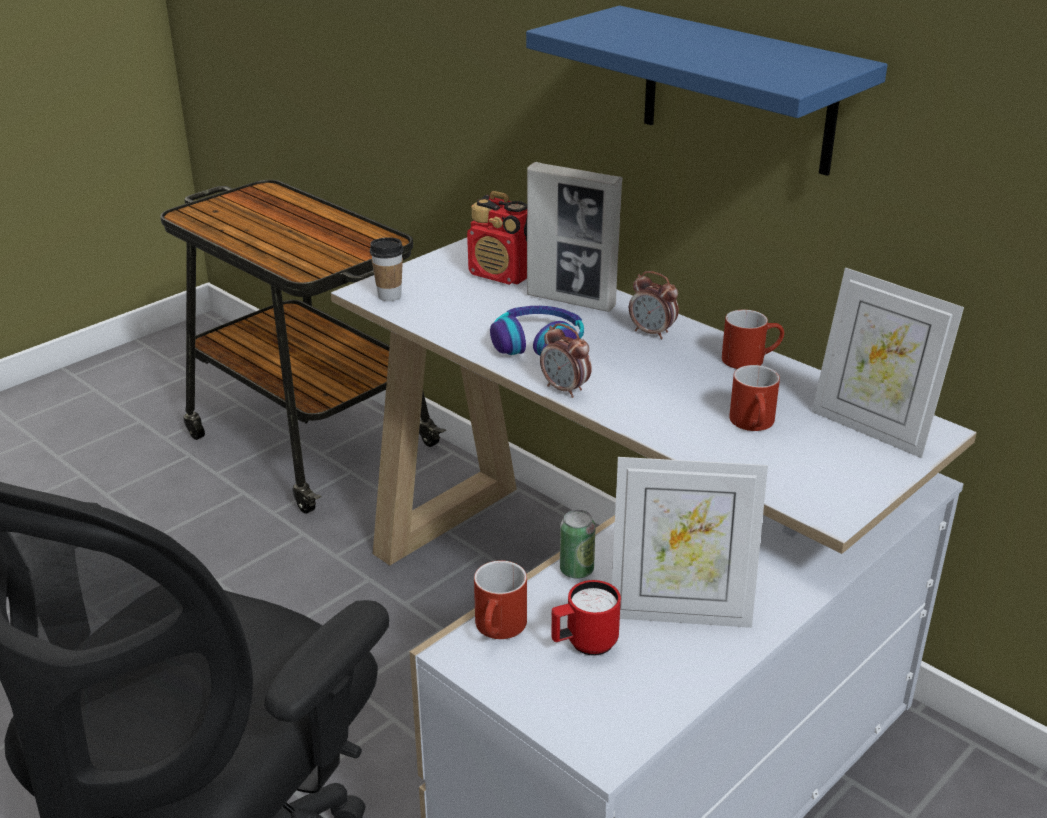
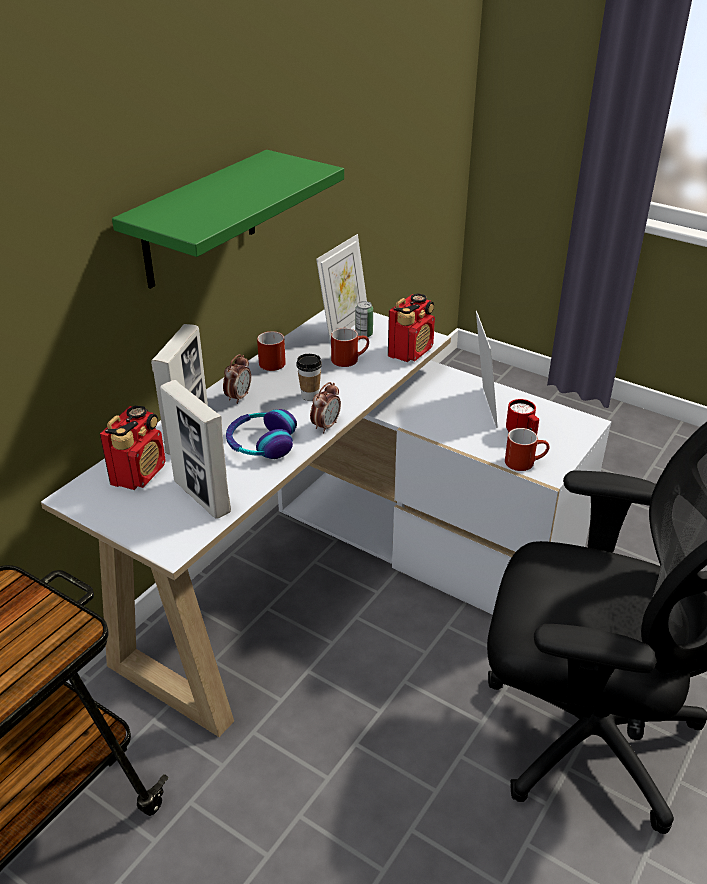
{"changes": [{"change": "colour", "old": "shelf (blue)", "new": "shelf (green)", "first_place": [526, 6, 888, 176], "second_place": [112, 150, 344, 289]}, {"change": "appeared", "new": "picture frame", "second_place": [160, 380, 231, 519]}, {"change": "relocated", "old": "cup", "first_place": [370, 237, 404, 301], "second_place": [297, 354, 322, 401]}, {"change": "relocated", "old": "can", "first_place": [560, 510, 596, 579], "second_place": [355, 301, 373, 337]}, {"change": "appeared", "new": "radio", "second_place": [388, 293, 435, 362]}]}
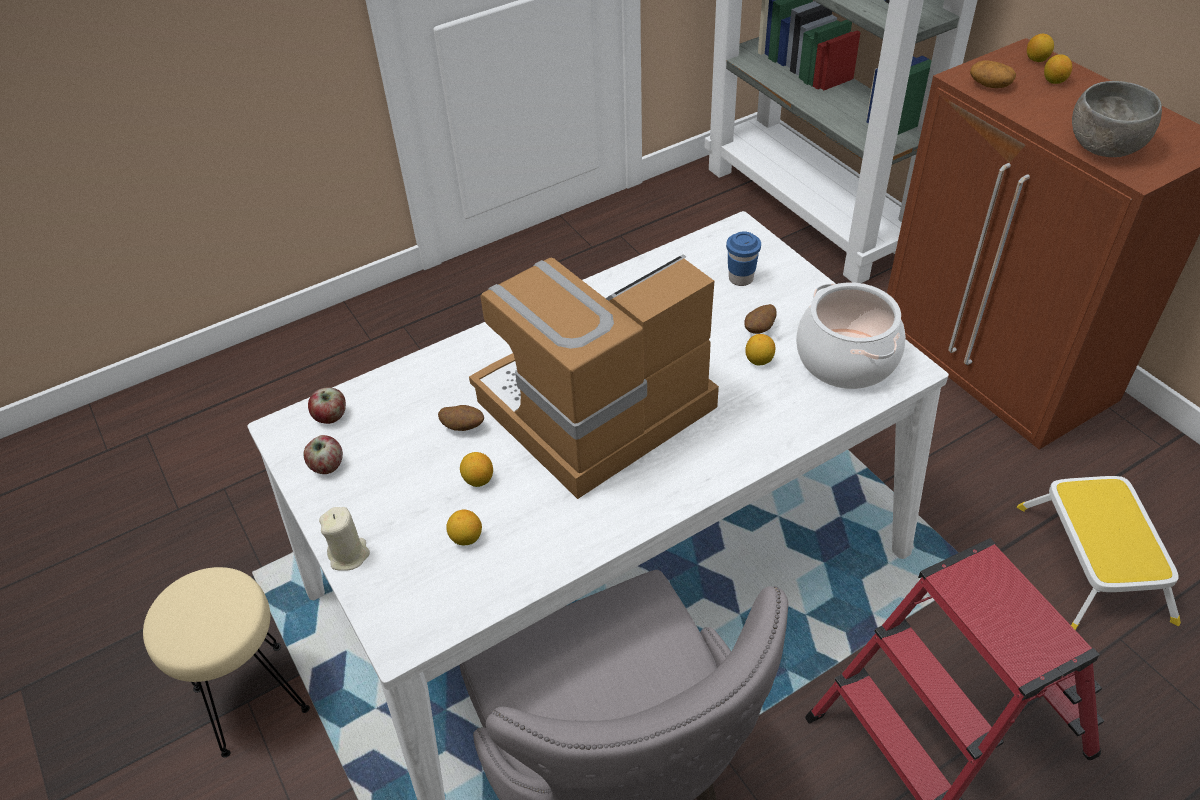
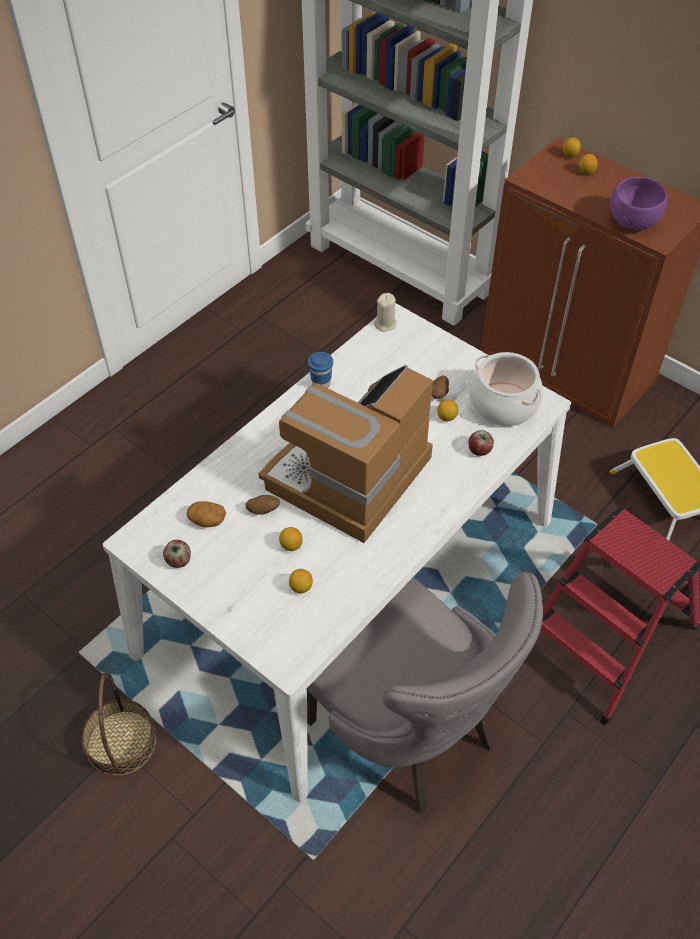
{"changes": [{"change": "exchanged", "old": "stool (beige)", "new": "basket", "first_place": [143, 567, 310, 758], "second_place": [81, 672, 157, 776]}, {"change": "relocated", "old": "potato", "first_place": [970, 60, 1016, 88], "second_place": [186, 501, 226, 527]}, {"change": "relocated", "old": "cup (blue)", "first_place": [726, 231, 761, 286], "second_place": [308, 352, 333, 388]}, {"change": "relocated", "old": "candle (beige)", "first_place": [319, 507, 370, 571], "second_place": [374, 293, 397, 332]}, {"change": "relocated", "old": "apple", "first_place": [308, 387, 346, 424], "second_place": [468, 430, 494, 456]}, {"change": "colour", "old": "bowl (grey)", "new": "bowl (purple)", "first_place": [1072, 81, 1162, 157], "second_place": [610, 177, 667, 230]}]}
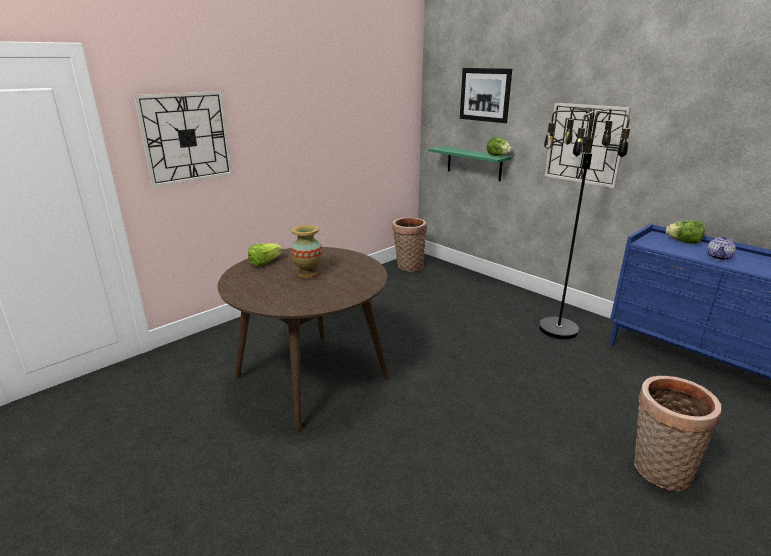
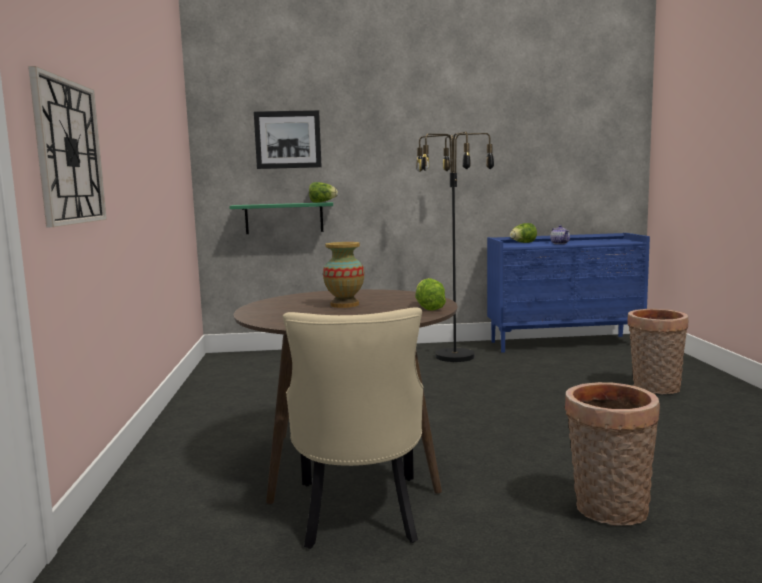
{"changes": [{"change": "appeared", "new": "chair (beige)", "second_place": [283, 307, 424, 549]}, {"change": "relocated", "old": "lettuce", "first_place": [248, 243, 283, 266], "second_place": [415, 278, 446, 311]}, {"change": "relocated", "old": "basket", "first_place": [392, 217, 427, 272], "second_place": [565, 382, 660, 526]}, {"change": "missing", "old": "wall clock", "first_place": [545, 103, 631, 188]}]}
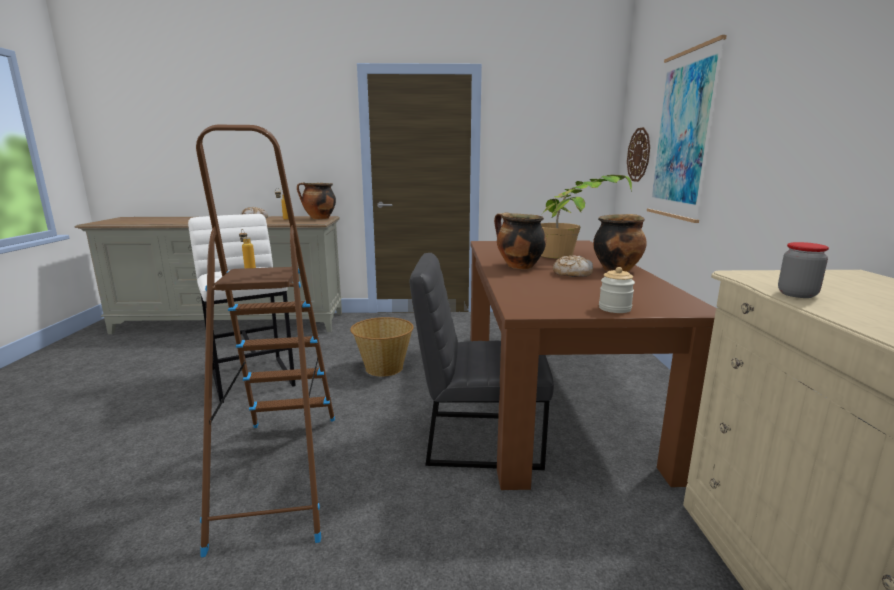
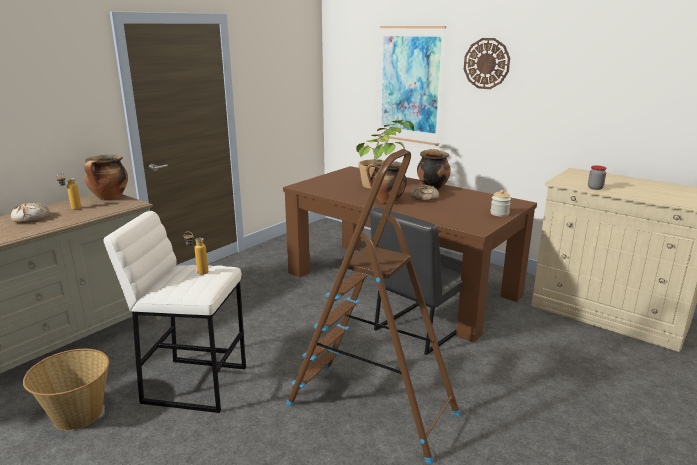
{"changes": [{"change": "relocated", "old": "basket", "first_place": [350, 317, 414, 377], "second_place": [23, 349, 109, 431]}, {"change": "relocated", "old": "wall clock", "first_place": [627, 127, 650, 182], "second_place": [464, 38, 510, 89]}]}
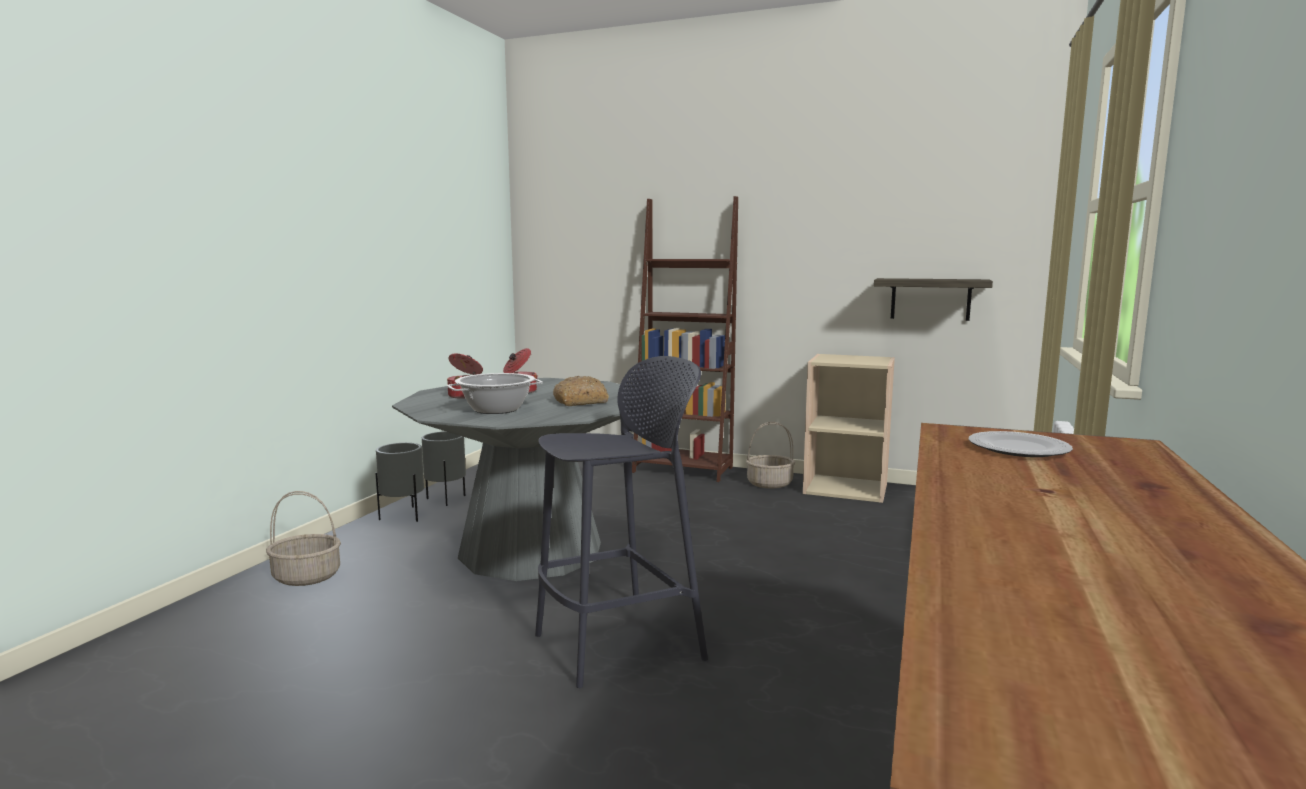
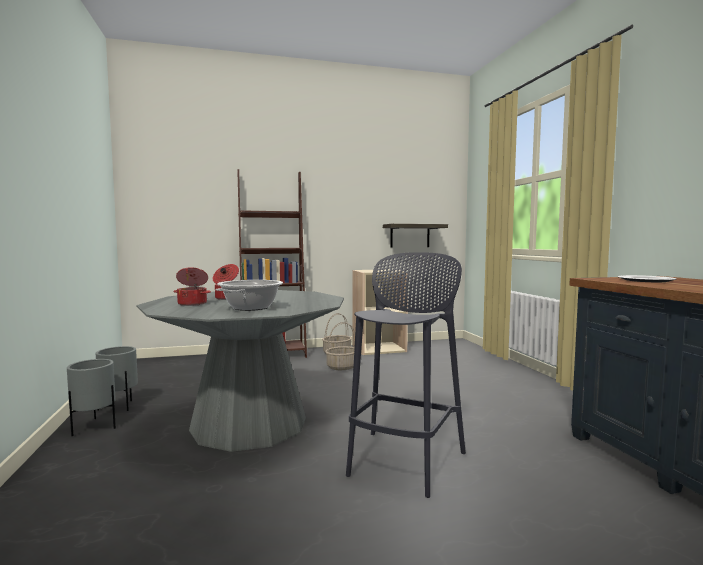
{"changes": [{"change": "relocated", "old": "basket", "first_place": [266, 491, 341, 586], "second_place": [325, 322, 355, 370]}, {"change": "missing", "old": "bread", "first_place": [553, 376, 609, 406]}]}
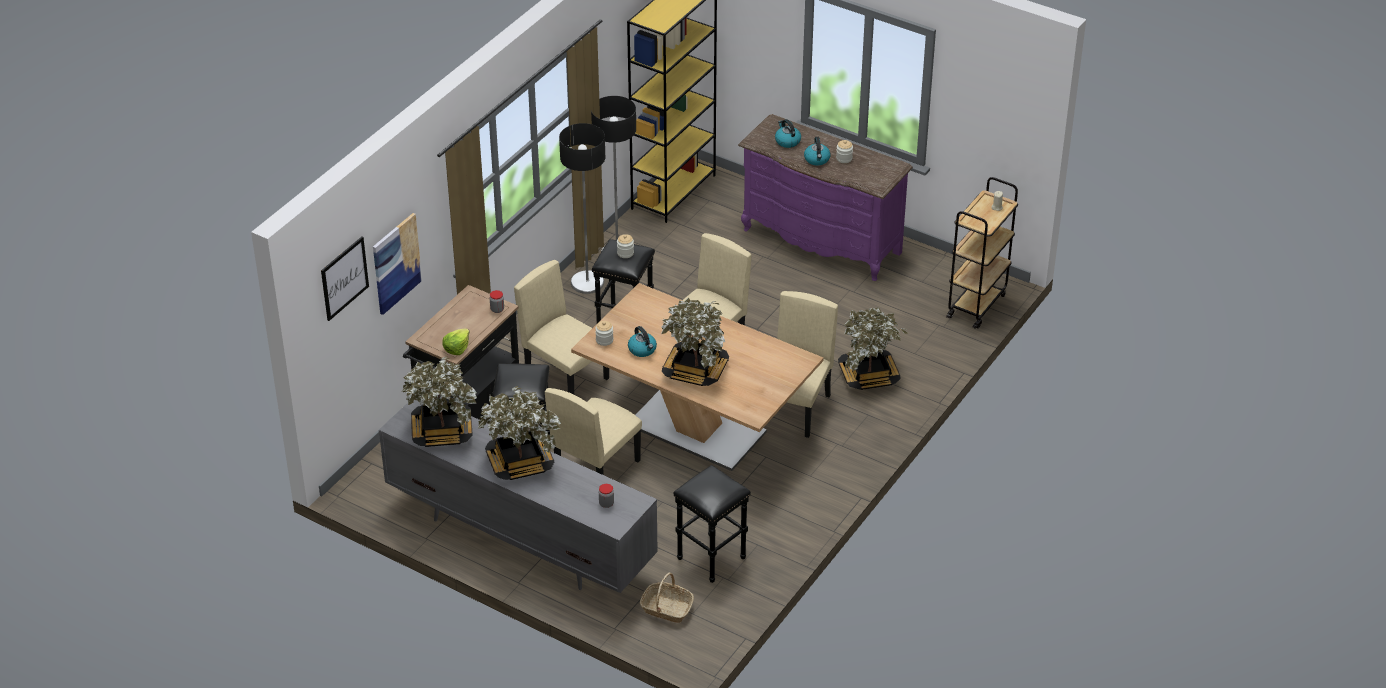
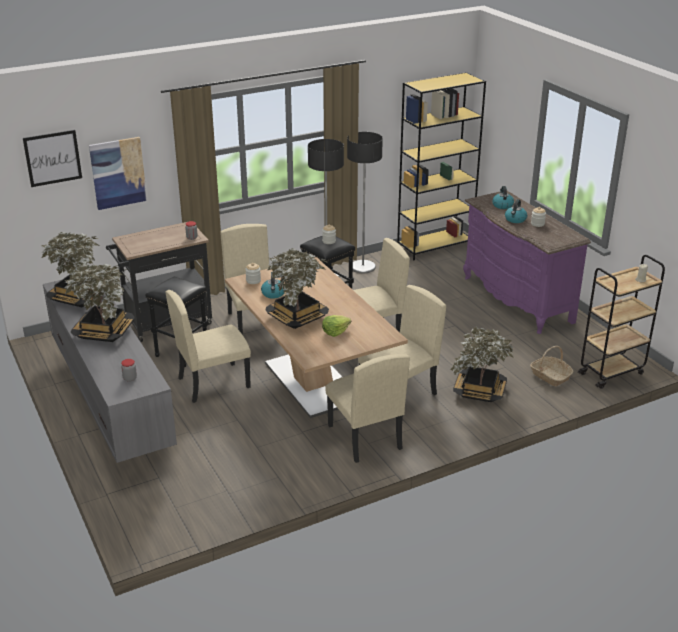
{"changes": [{"change": "relocated", "old": "lettuce", "first_place": [442, 328, 470, 355], "second_place": [322, 315, 351, 337]}, {"change": "appeared", "new": "chair (beige)", "second_place": [325, 354, 410, 463]}, {"change": "relocated", "old": "basket", "first_place": [640, 573, 694, 623], "second_place": [530, 346, 573, 386]}, {"change": "missing", "old": "stool (black)", "first_place": [673, 465, 751, 583]}]}
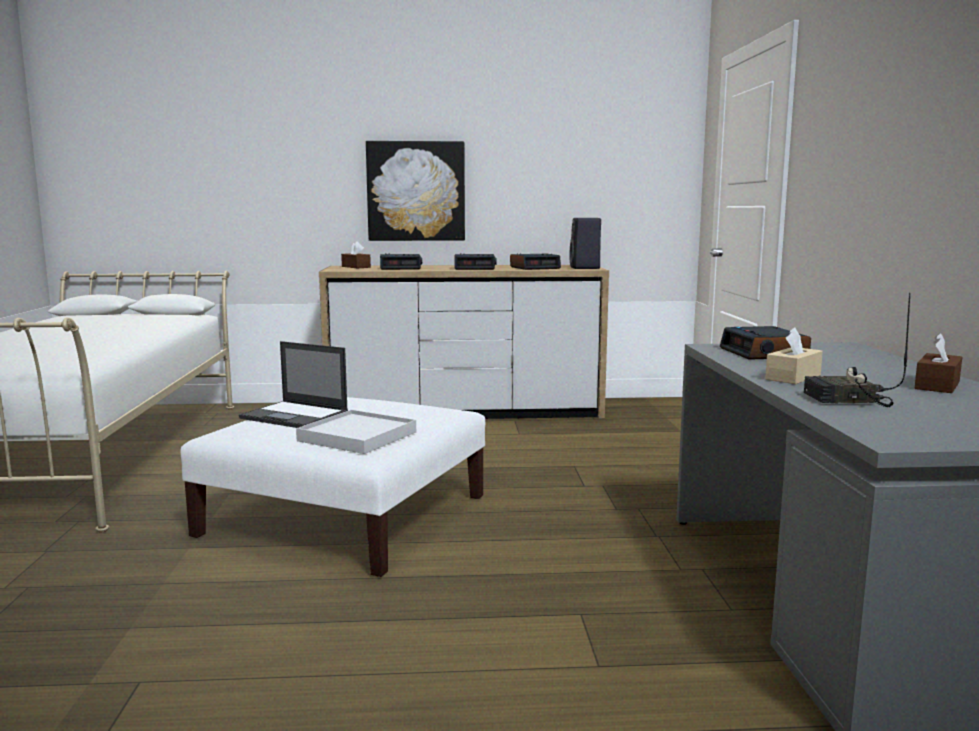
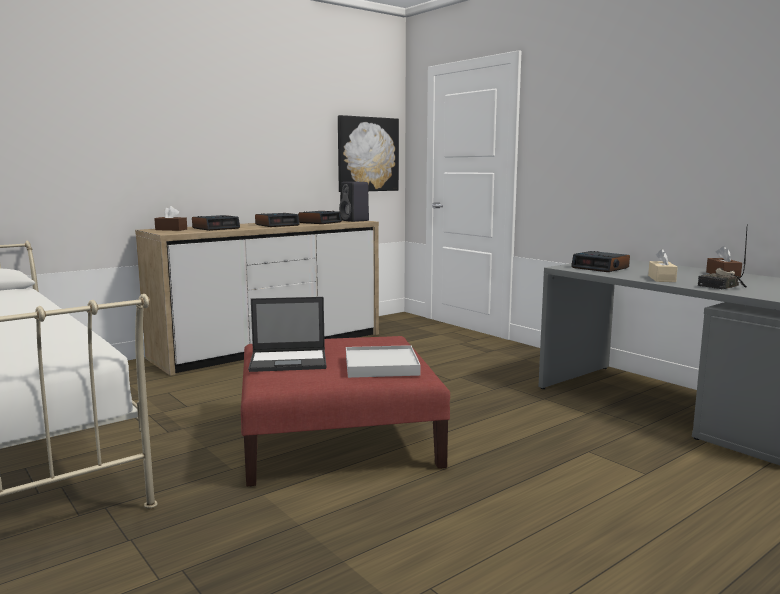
{"changes": [{"change": "colour", "old": "ottoman (white)", "new": "ottoman (red)", "first_place": [181, 397, 485, 577], "second_place": [241, 336, 450, 486]}, {"change": "relocated", "old": "picture", "first_place": [366, 141, 465, 241], "second_place": [338, 115, 399, 192]}]}
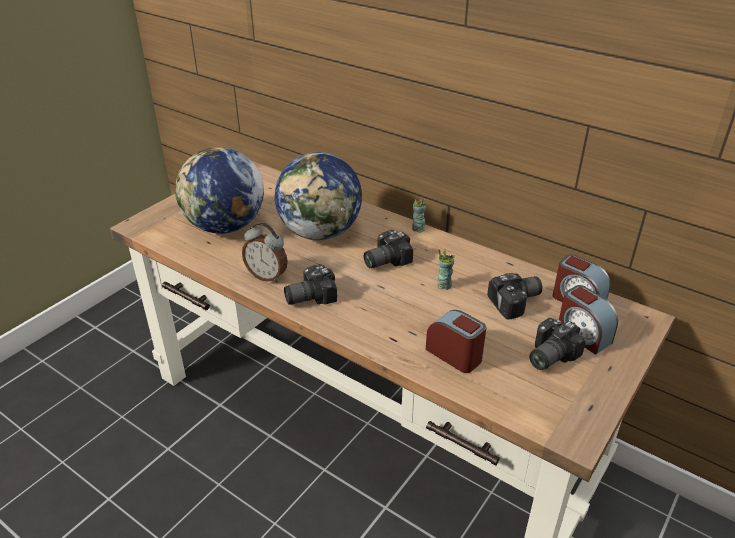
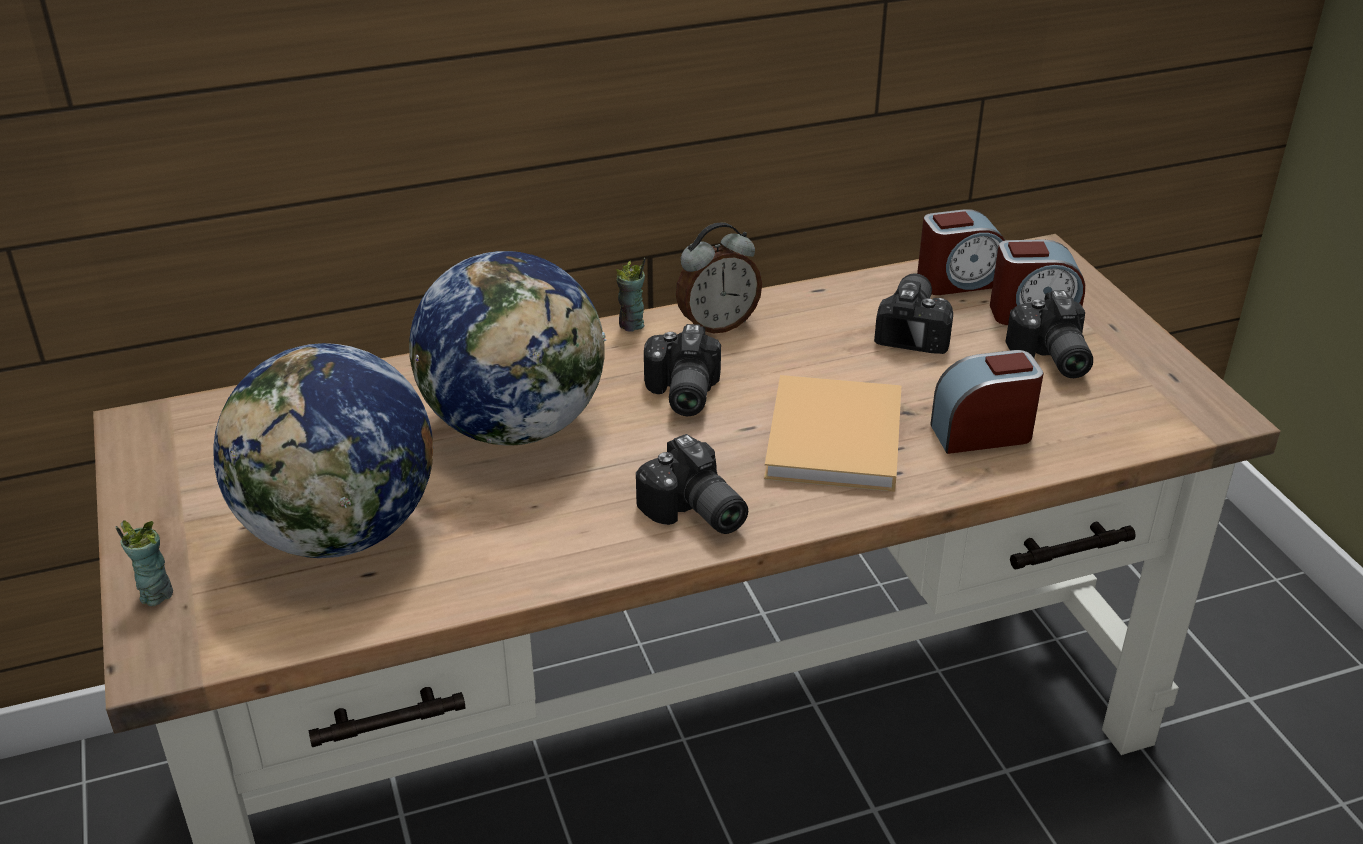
{"changes": [{"change": "relocated", "old": "cup", "first_place": [437, 249, 455, 290], "second_place": [116, 520, 173, 606]}, {"change": "spun", "old": "photo camera", "first_place": [284, 264, 337, 305], "second_place": [636, 434, 748, 534], "degrees": -45}, {"change": "relocated", "old": "alarm clock", "first_place": [242, 222, 288, 283], "second_place": [676, 222, 762, 333]}, {"change": "appeared", "new": "book (beige)", "second_place": [764, 375, 902, 492]}]}
